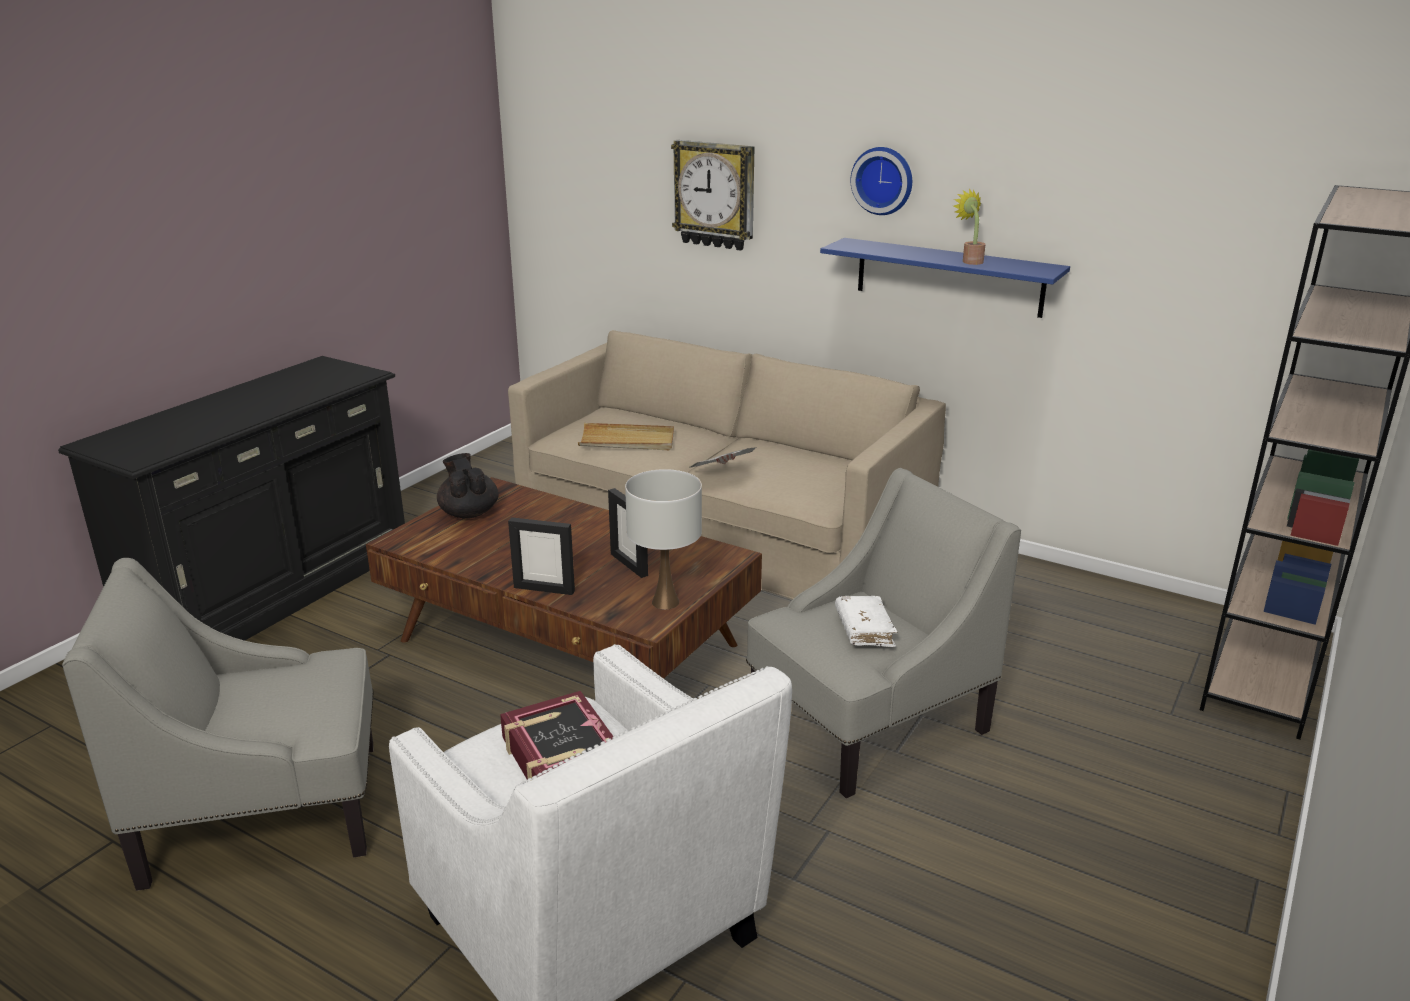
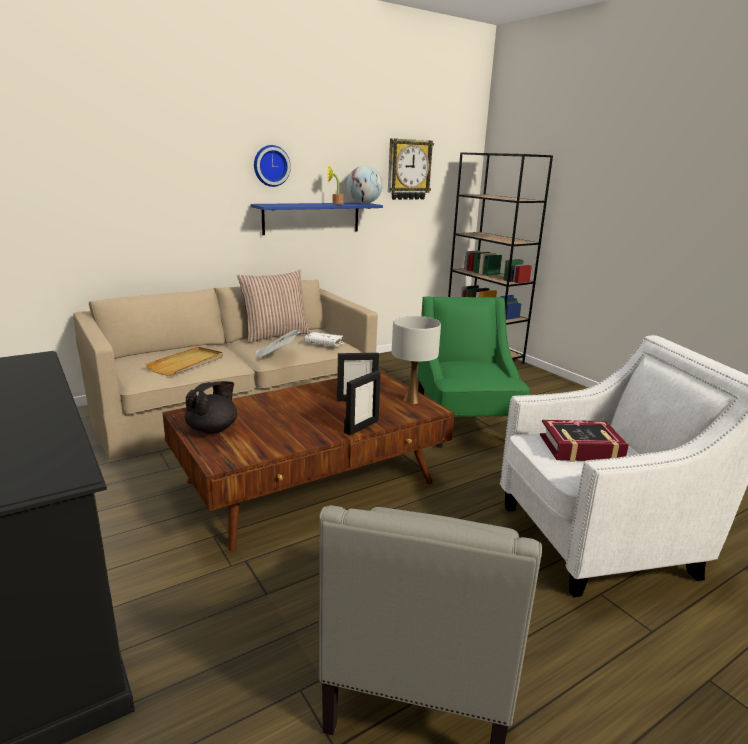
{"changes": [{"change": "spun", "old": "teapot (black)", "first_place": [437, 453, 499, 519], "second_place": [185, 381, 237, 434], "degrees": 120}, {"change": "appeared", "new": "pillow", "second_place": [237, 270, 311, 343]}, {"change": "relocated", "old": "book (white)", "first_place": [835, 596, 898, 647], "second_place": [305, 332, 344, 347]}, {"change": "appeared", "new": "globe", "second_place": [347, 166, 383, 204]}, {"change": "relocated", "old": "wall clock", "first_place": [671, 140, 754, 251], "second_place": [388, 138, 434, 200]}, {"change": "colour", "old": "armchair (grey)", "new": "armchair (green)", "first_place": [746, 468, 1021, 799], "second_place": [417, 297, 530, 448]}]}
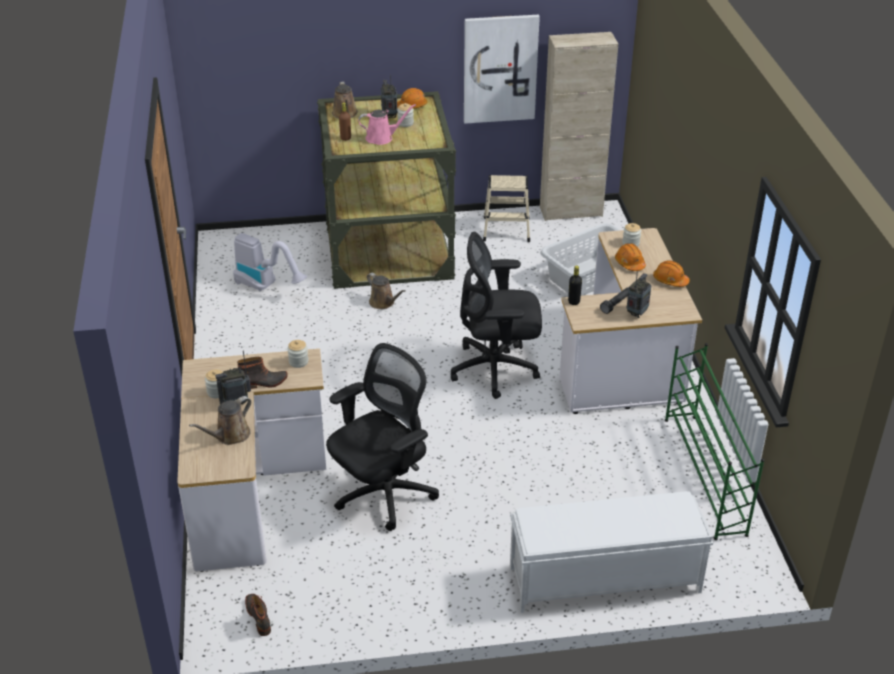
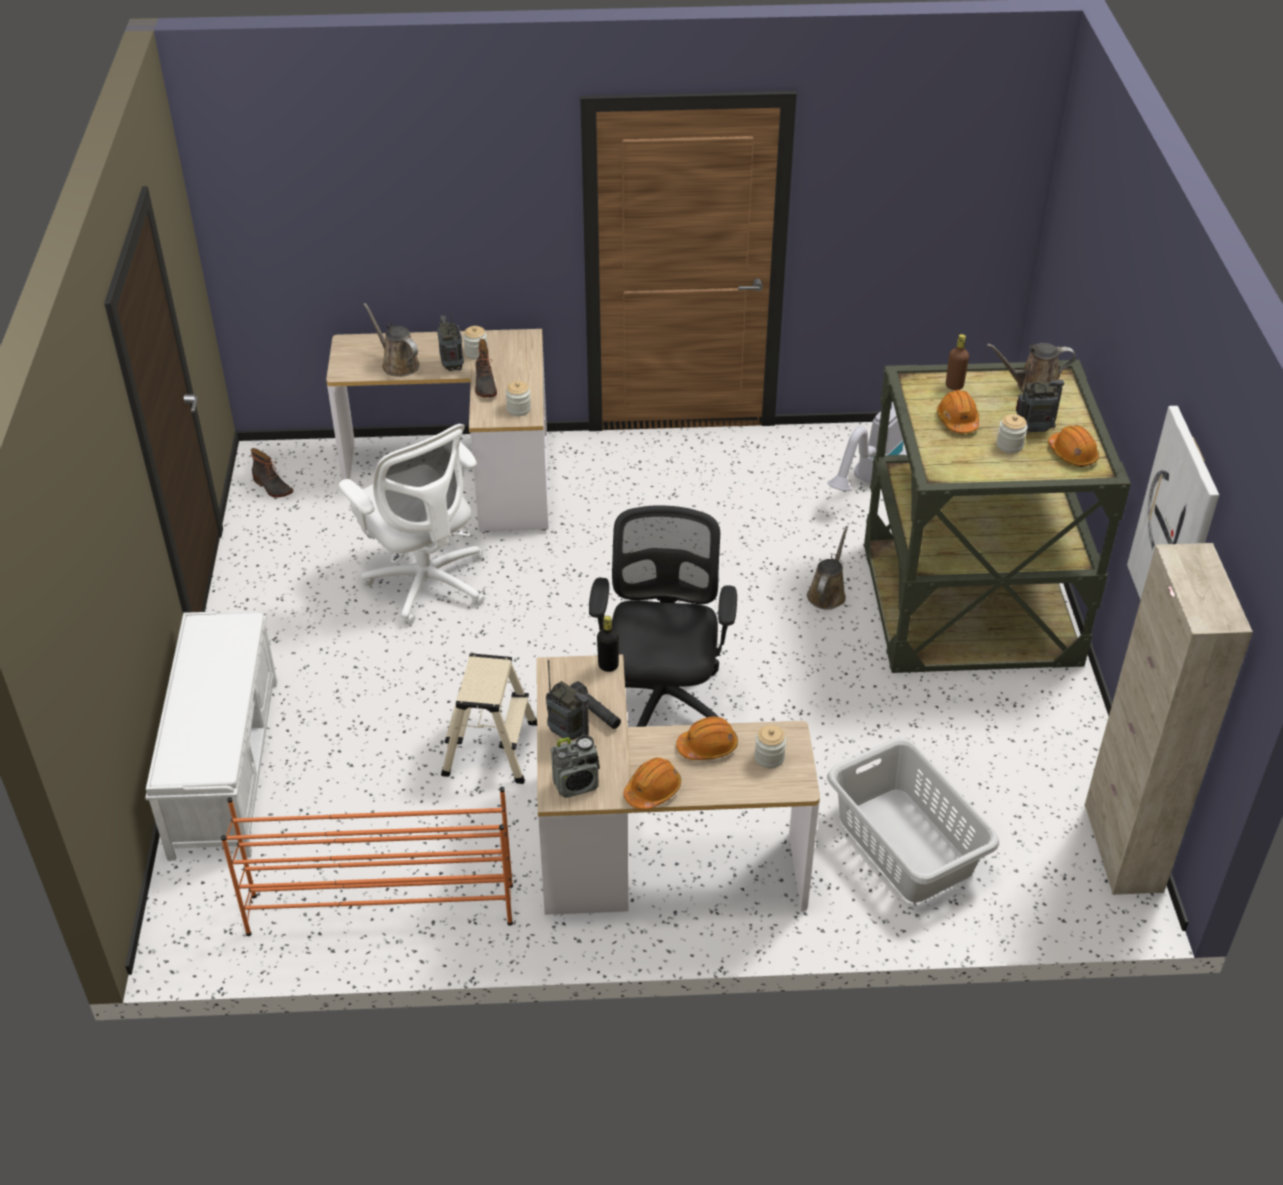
{"changes": [{"change": "colour", "old": "shoe rack (green)", "new": "shoe rack (orange)", "first_place": [665, 343, 764, 540], "second_place": [221, 787, 513, 936]}, {"change": "spun", "old": "boot", "first_place": [245, 594, 271, 636], "second_place": [251, 448, 294, 498], "degrees": 60}, {"change": "colour", "old": "office chair (black)", "new": "office chair (white)", "first_place": [326, 343, 439, 531], "second_place": [339, 424, 485, 625]}, {"change": "relocated", "old": "step ladder (beige)", "first_place": [483, 175, 530, 243], "second_place": [441, 653, 537, 784]}, {"change": "appeared", "new": "radio", "second_place": [551, 735, 600, 798]}, {"change": "spun", "old": "watering can (brown)", "first_place": [367, 273, 405, 309], "second_place": [807, 526, 848, 610], "degrees": 150}, {"change": "exchanged", "old": "watering can (pink)", "new": "hard hat (orange)", "first_place": [358, 104, 416, 145], "second_place": [937, 390, 979, 433]}]}
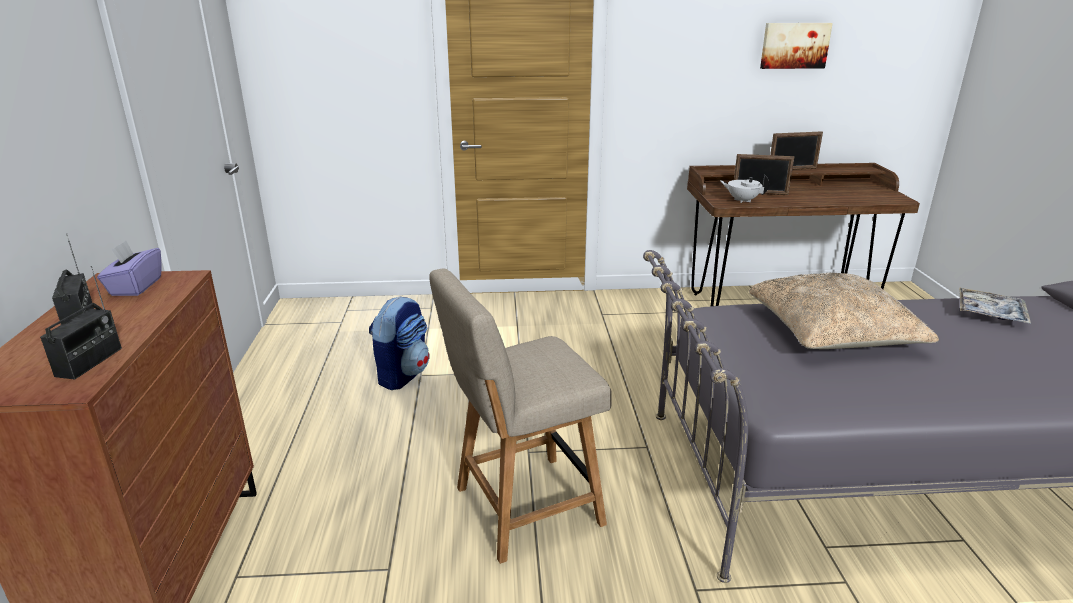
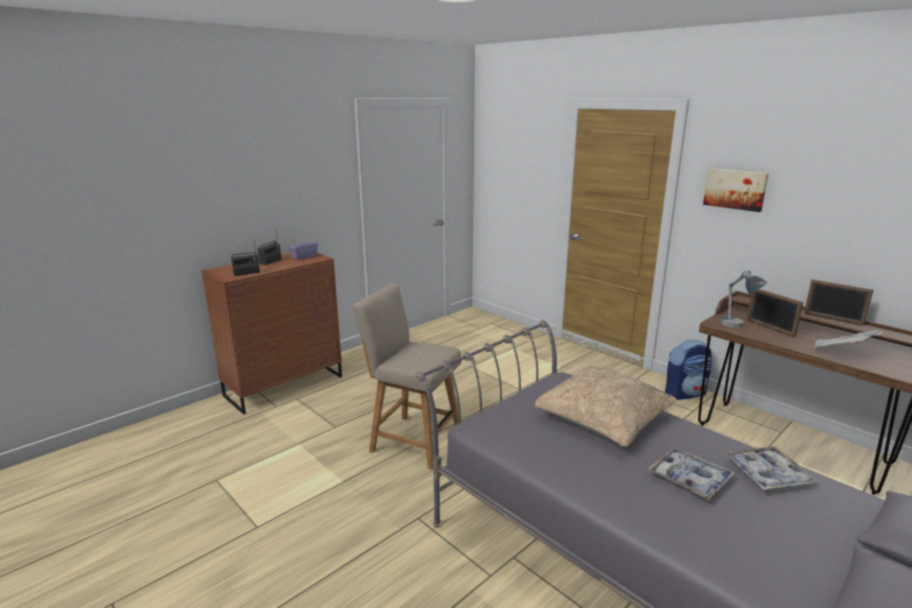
{"changes": [{"change": "appeared", "new": "tray", "second_place": [648, 447, 735, 500]}, {"change": "relocated", "old": "backpack", "first_place": [369, 296, 429, 390], "second_place": [665, 340, 712, 400]}, {"change": "relocated", "old": "picture", "first_place": [760, 23, 833, 69], "second_place": [703, 168, 769, 212]}, {"change": "exchanged", "old": "teapot (white)", "new": "table lamp", "first_place": [720, 175, 769, 203], "second_place": [721, 270, 767, 328]}, {"change": "appeared", "new": "newspaper", "second_place": [812, 330, 882, 348]}]}
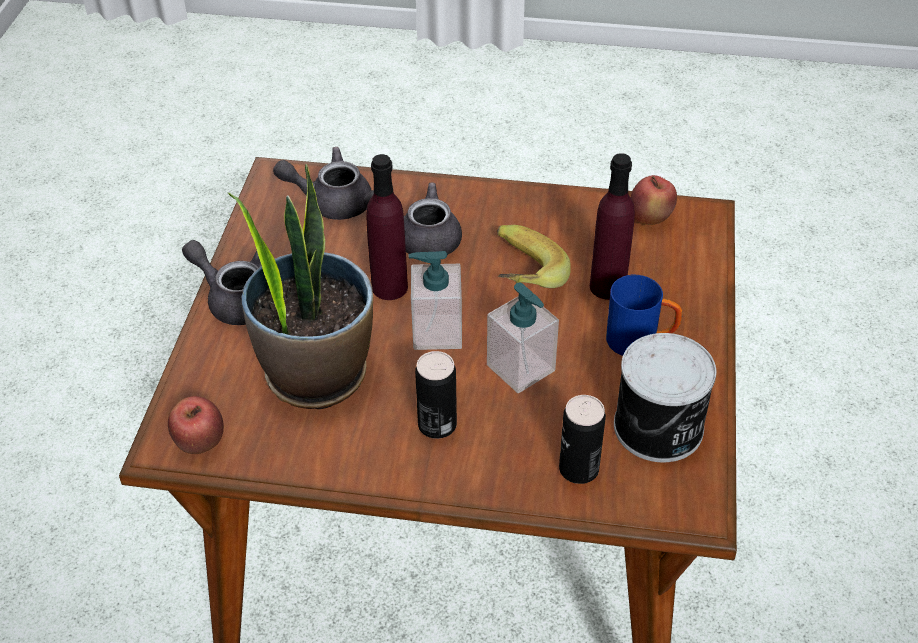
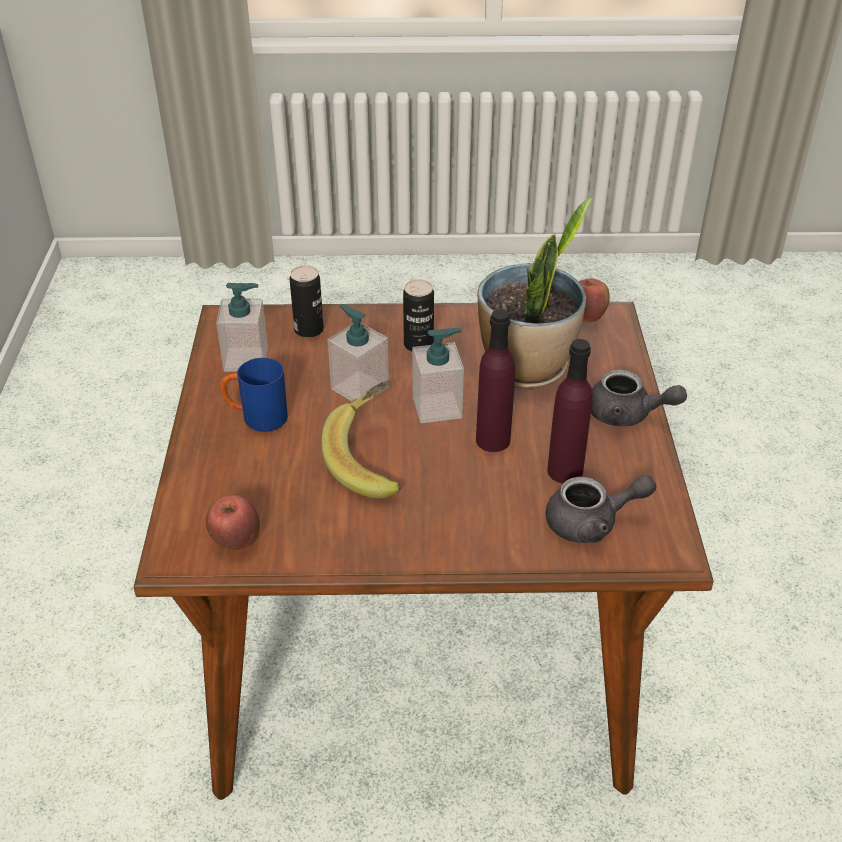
{"changes": [{"change": "exchanged", "old": "can", "new": "soap dispenser", "first_place": [614, 333, 716, 462], "second_place": [216, 283, 268, 372]}, {"change": "relocated", "old": "bottle (purple)", "first_place": [590, 153, 635, 300], "second_place": [547, 339, 593, 484]}, {"change": "missing", "old": "teapot (grey)", "first_place": [363, 182, 462, 255]}]}
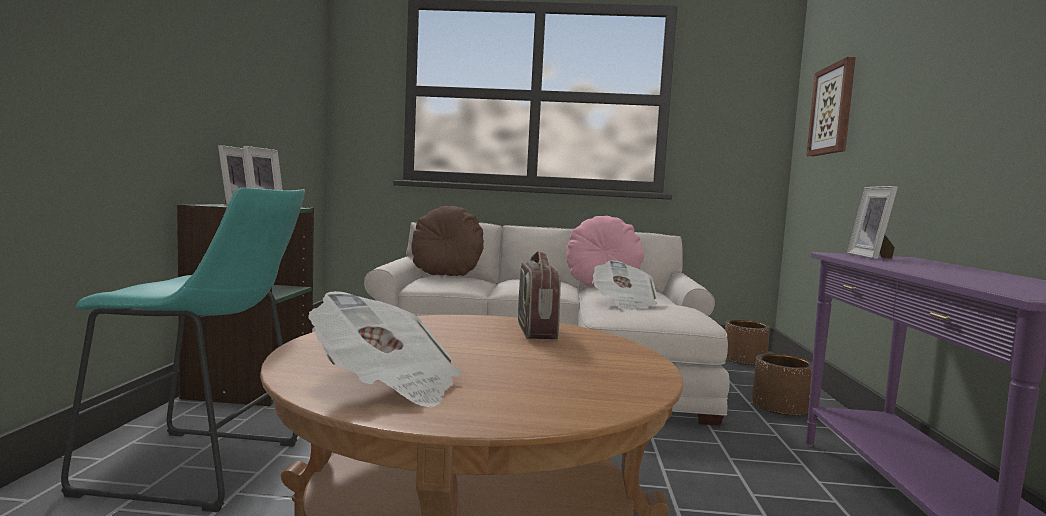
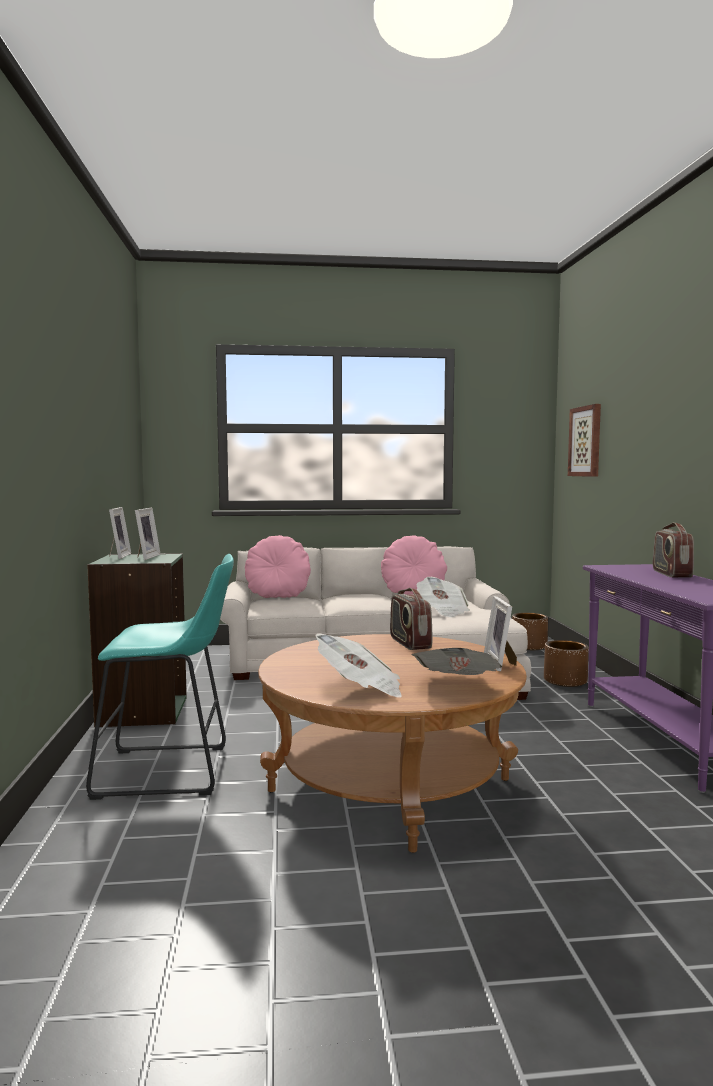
{"changes": [{"change": "colour", "old": "pillow (brown)", "new": "pillow (pink)", "first_place": [411, 206, 484, 276], "second_place": [245, 535, 311, 598]}, {"change": "appeared", "new": "newspaper", "second_place": [412, 648, 502, 675]}, {"change": "relocated", "old": "picture frame", "first_place": [847, 186, 898, 260], "second_place": [484, 596, 517, 672]}, {"change": "appeared", "new": "radio", "second_place": [653, 522, 694, 578]}]}
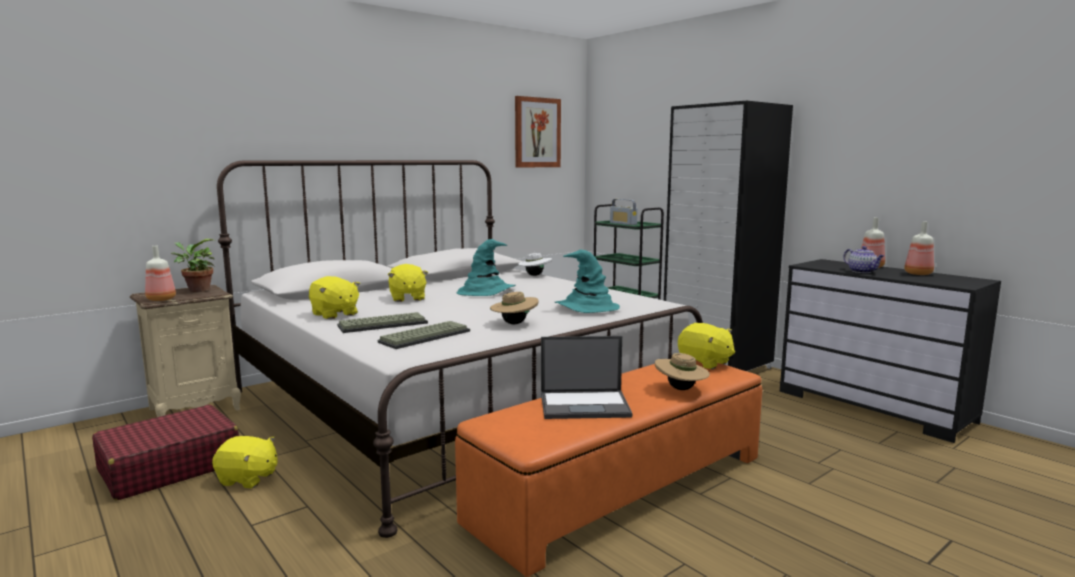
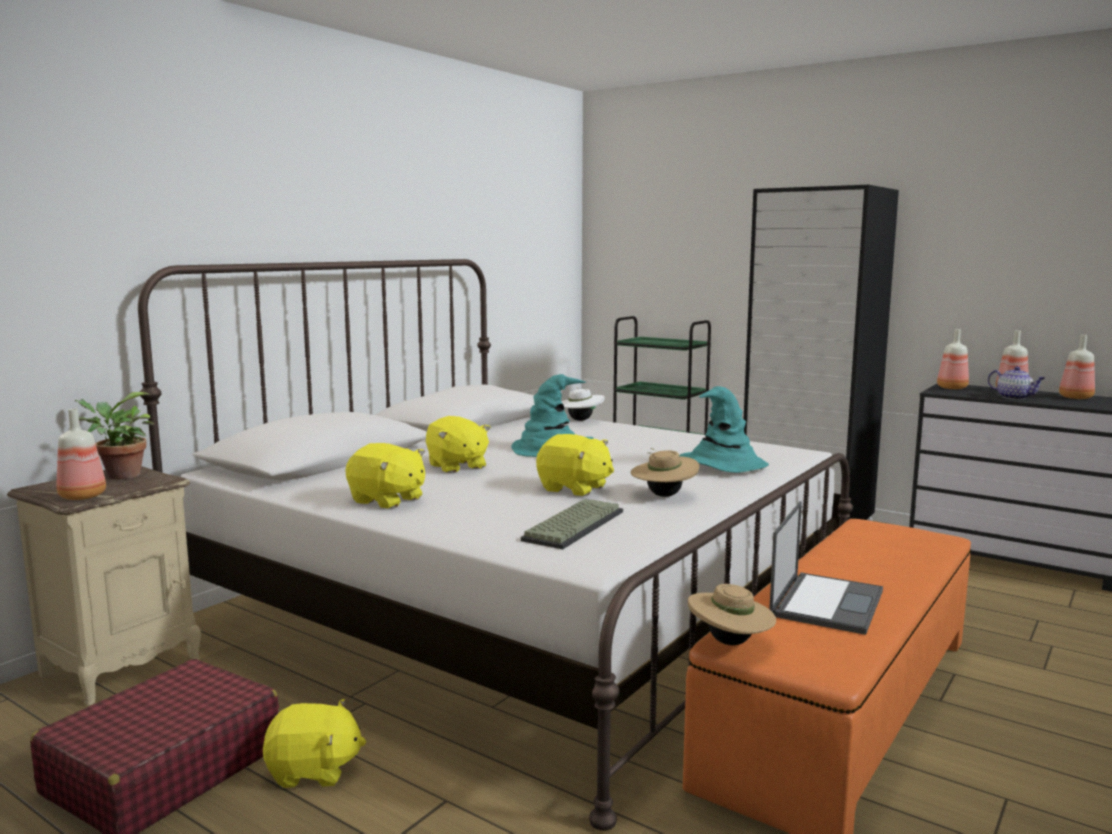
{"changes": [{"change": "relocated", "old": "plush toy (yellow)", "first_place": [678, 323, 735, 369], "second_place": [536, 434, 614, 496]}, {"change": "relocated", "old": "hat (beige)", "first_place": [655, 353, 710, 390], "second_place": [688, 584, 776, 645]}, {"change": "spun", "old": "laptop", "first_place": [541, 336, 632, 419], "second_place": [769, 501, 883, 635], "degrees": -45}, {"change": "appeared", "new": "bottle", "second_place": [937, 329, 969, 389]}, {"change": "missing", "old": "keyboard", "first_place": [337, 312, 428, 333]}, {"change": "missing", "old": "picture", "first_place": [515, 96, 561, 168]}, {"change": "missing", "old": "radio", "first_place": [610, 199, 638, 225]}]}
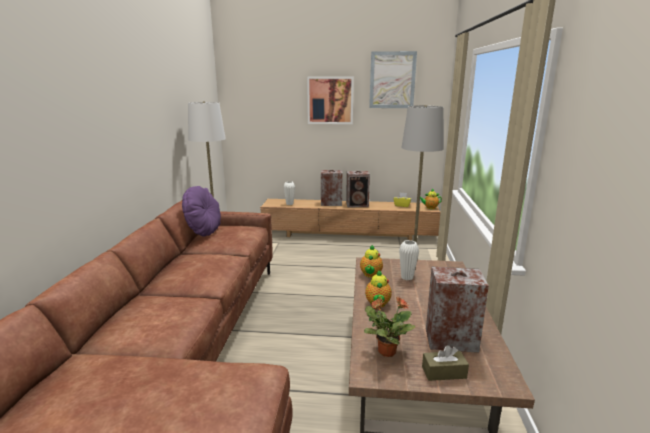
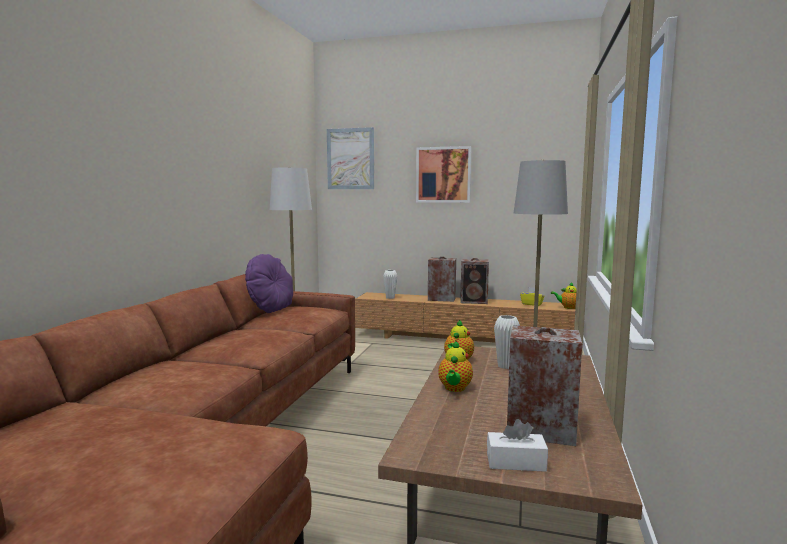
{"changes": [{"change": "relocated", "old": "picture", "first_place": [369, 51, 417, 108], "second_place": [327, 127, 374, 189]}, {"change": "colour", "old": "tissue box (brown)", "new": "tissue box (white)", "first_place": [422, 345, 469, 381], "second_place": [487, 419, 548, 472]}, {"change": "missing", "old": "potted plant", "first_place": [364, 297, 416, 357]}]}
